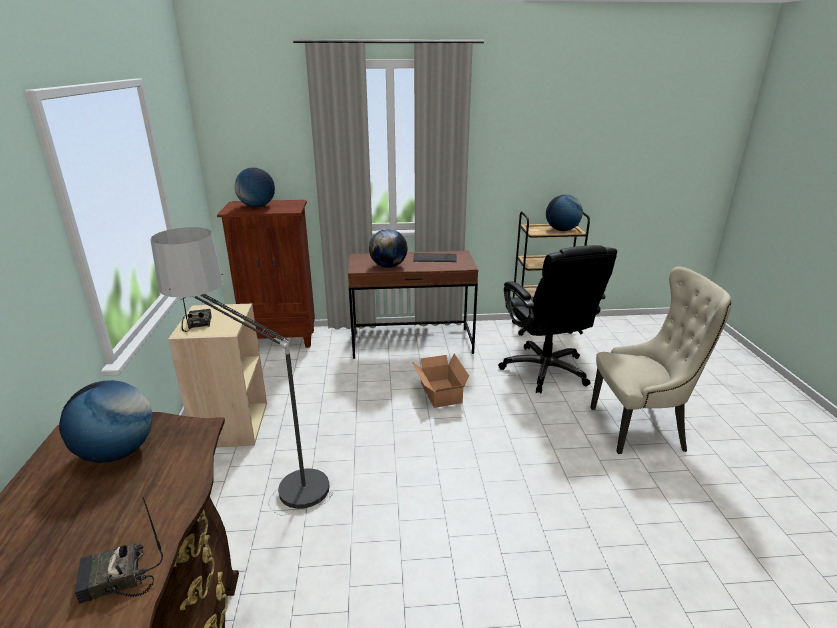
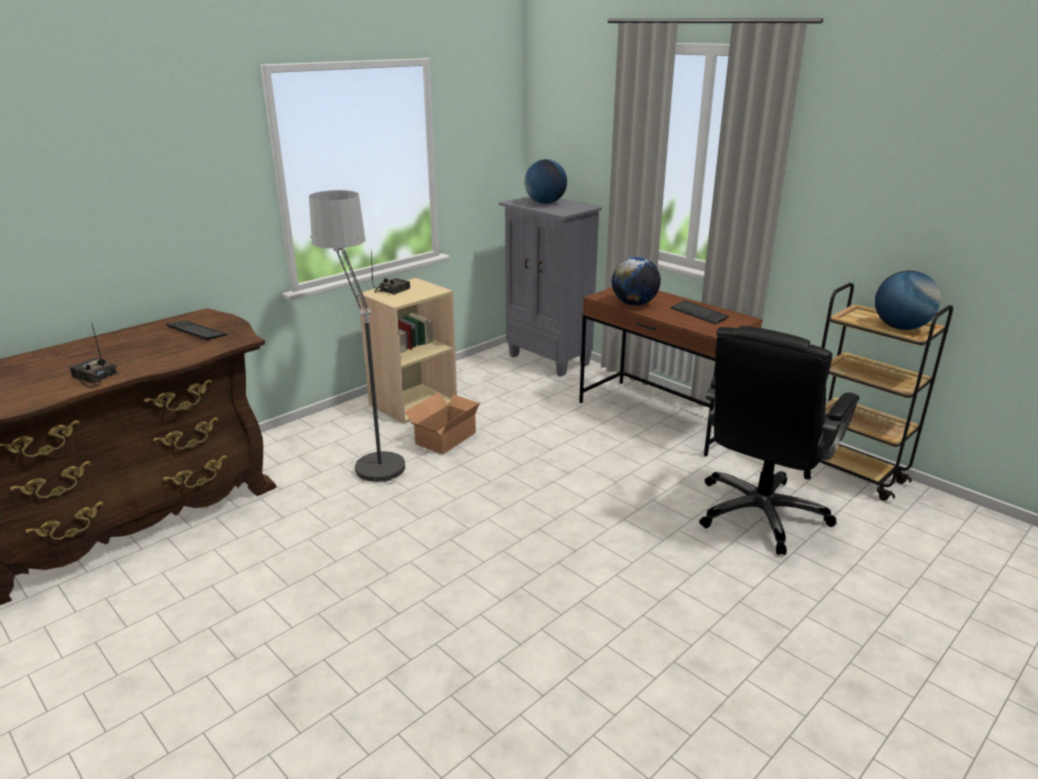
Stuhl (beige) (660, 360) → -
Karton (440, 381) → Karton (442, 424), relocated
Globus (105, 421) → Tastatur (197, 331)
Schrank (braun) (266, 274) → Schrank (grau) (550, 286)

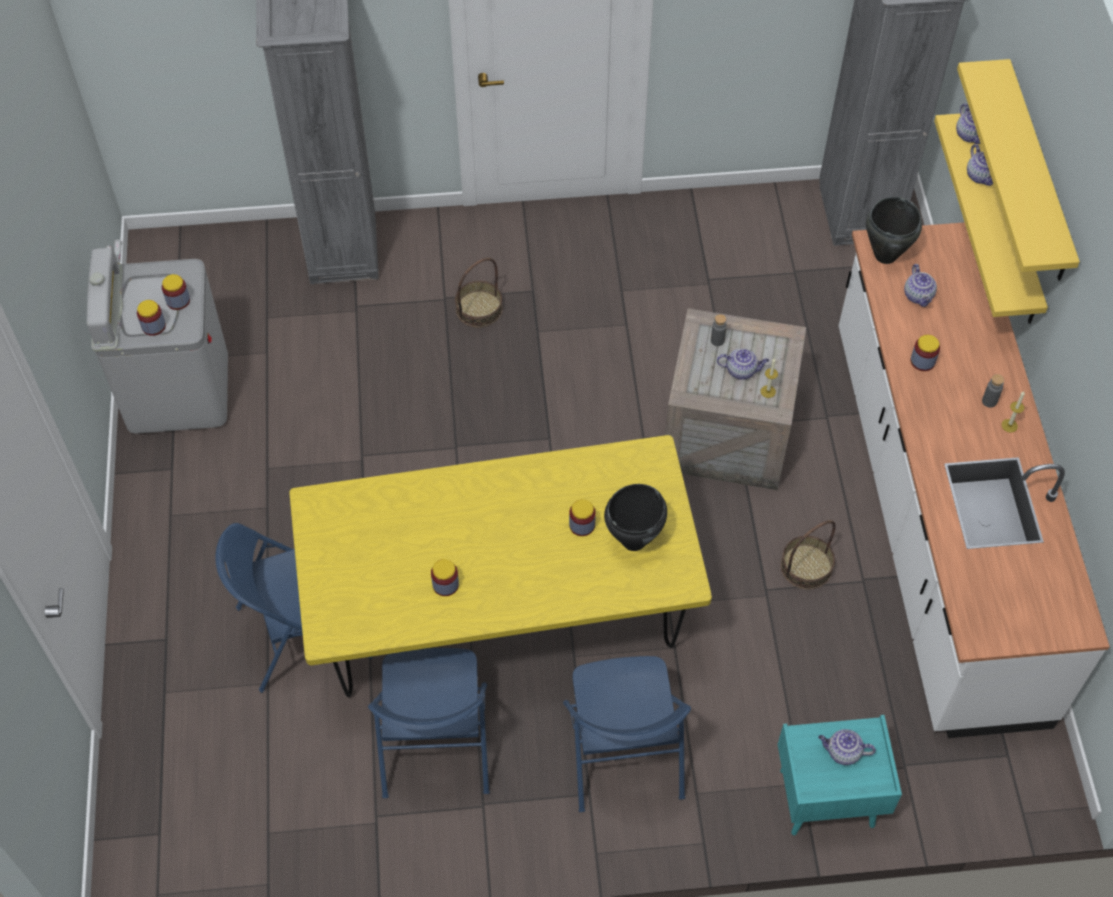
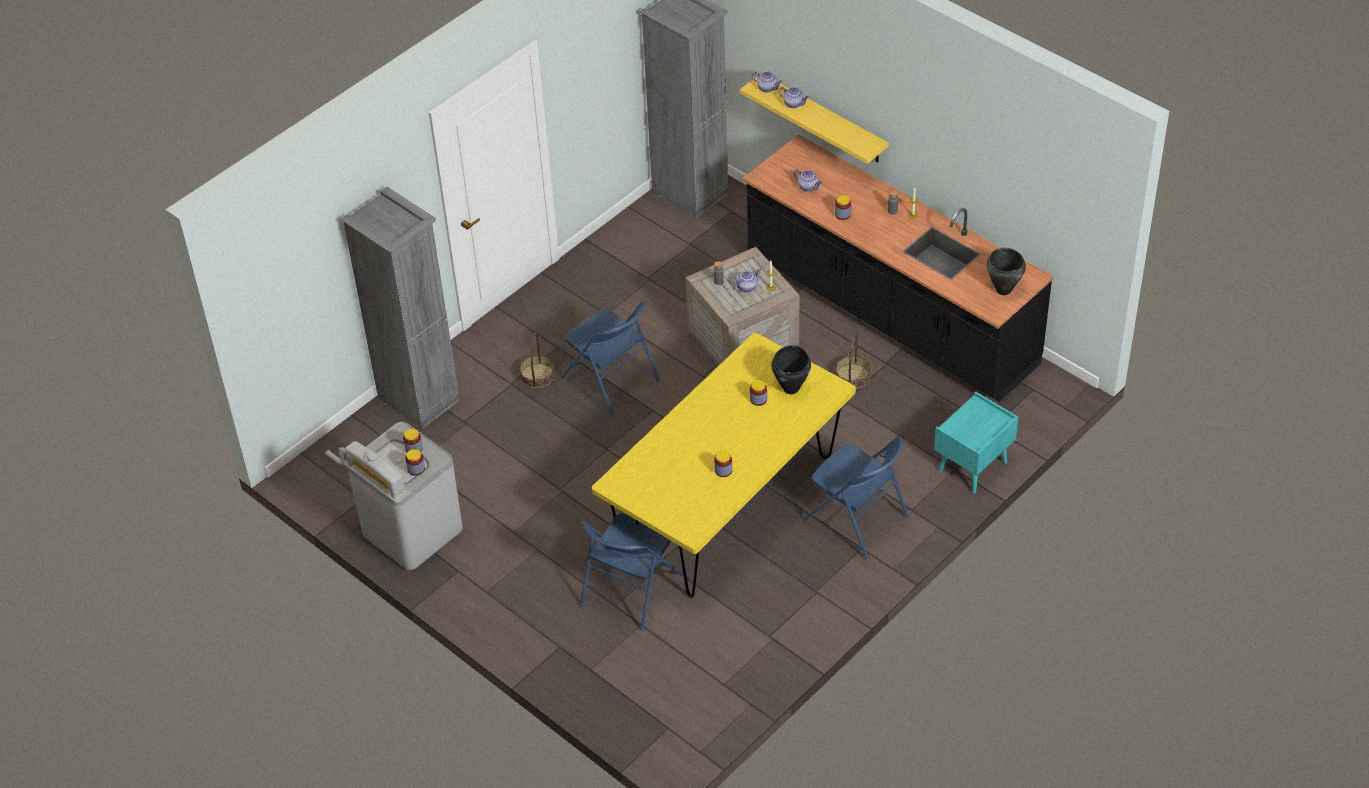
Teekanne (847, 747) → -
Wandregal (gelb) (1018, 170) → -
Stuhl (blau) (429, 723) → Stuhl (blau) (610, 358), relocated
Kochtopf (schwarz) (894, 230) → Kochtopf (schwarz) (1006, 271), relocated
Küchenzeile (weiß) (974, 480) → Küchenzeile (schwarz) (897, 268)

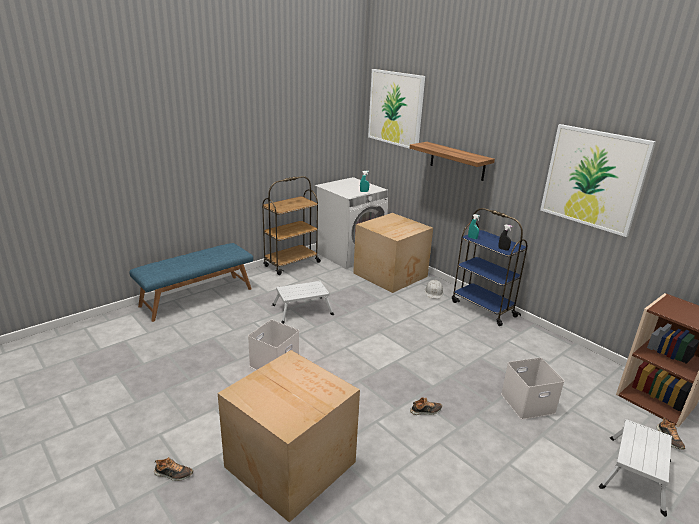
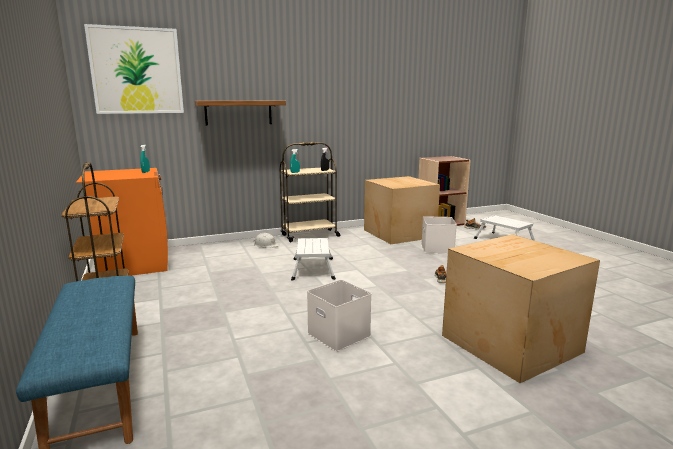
Schuh (173, 469) → -
Bild (598, 180) → -
Trittleiter (weiß) (303, 302) → Trittleiter (weiß) (313, 259), relocated
Karton (393, 253) → Karton (402, 210), relocated
Waschmaschine (weiß) (351, 223) → Waschmaschine (orange) (122, 222)
Rollwagen (blau) (489, 267) → Rollwagen (beige) (310, 192)

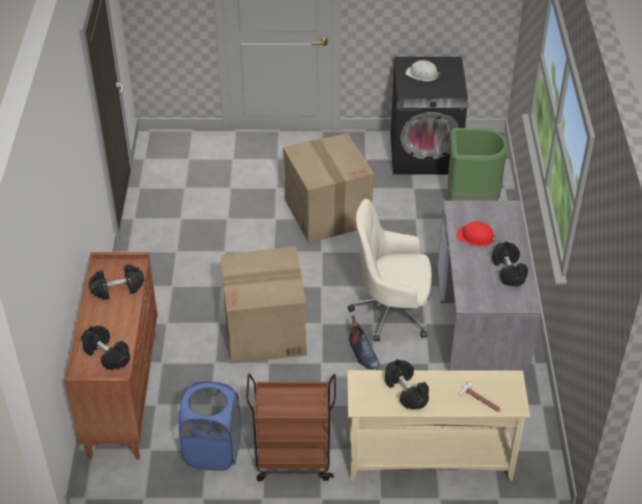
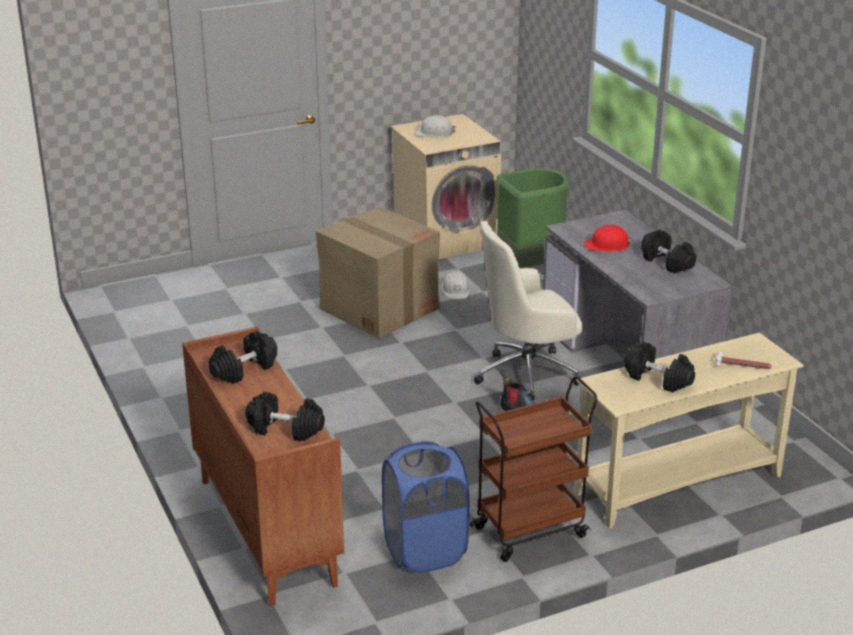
Karton (263, 304) → -
- → Schutzhelm (weiß) (455, 285)
Waschmaschine (schwarz) (429, 116) → Waschmaschine (beige) (445, 186)

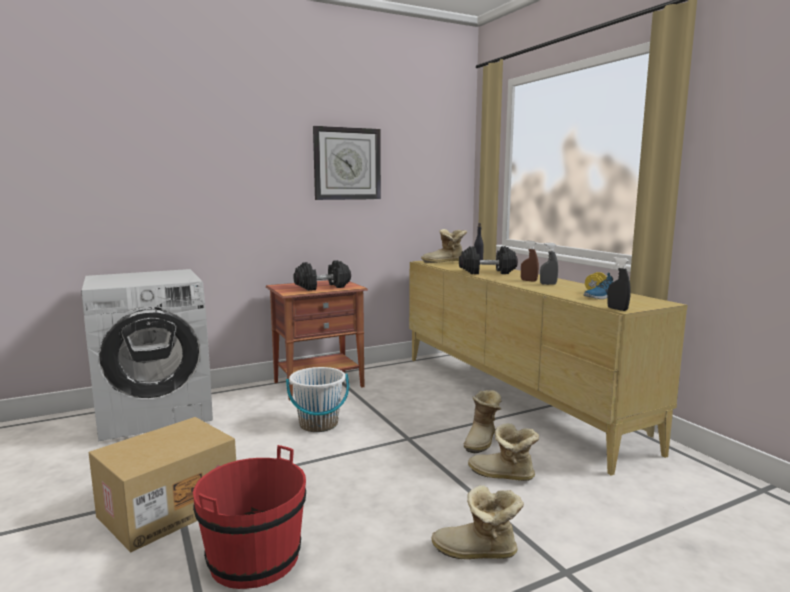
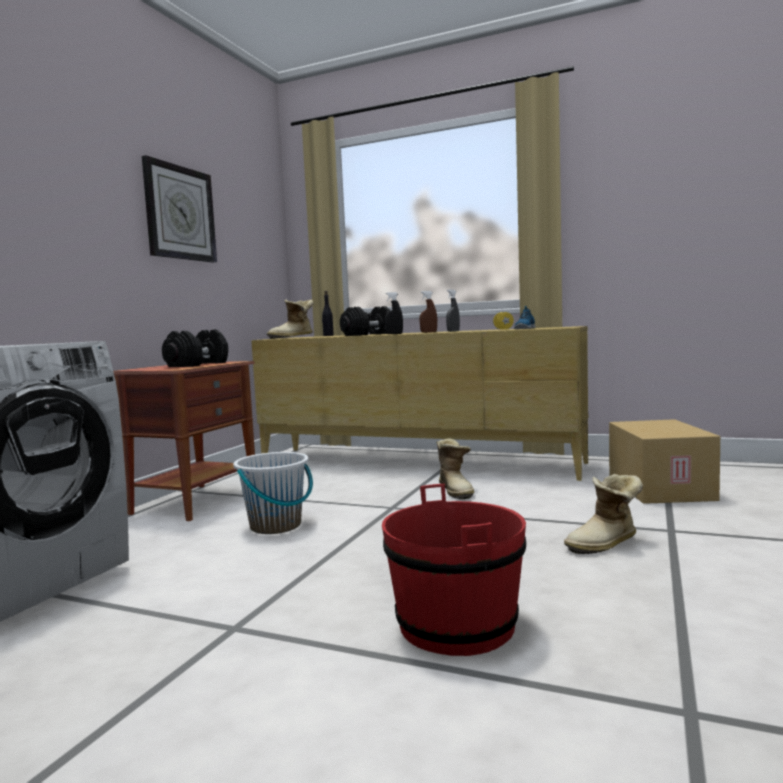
Stiefel (503, 452) → -
Karton (162, 484) → Karton (664, 461), relocated
Sprühflasche (schwarz) (619, 284) → Sprühflasche (schwarz) (394, 313), relocated

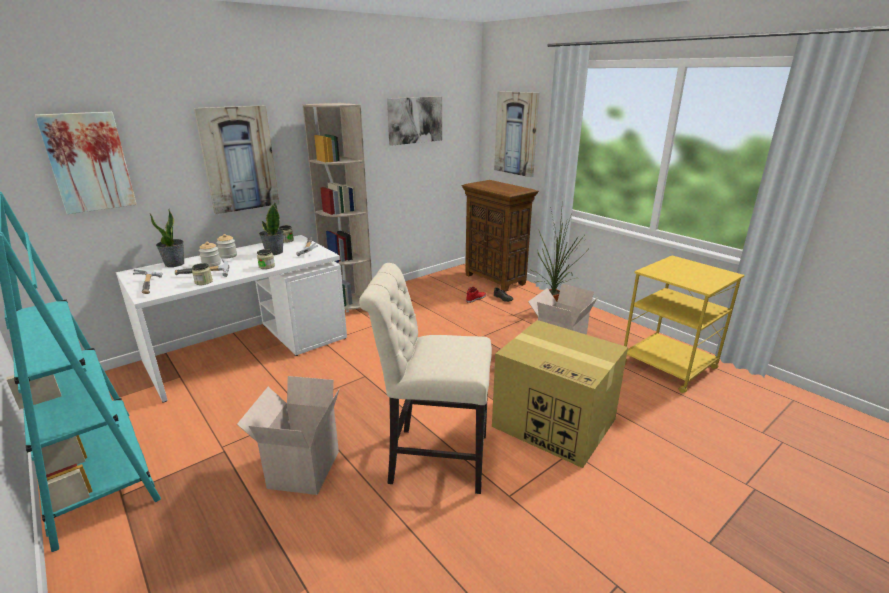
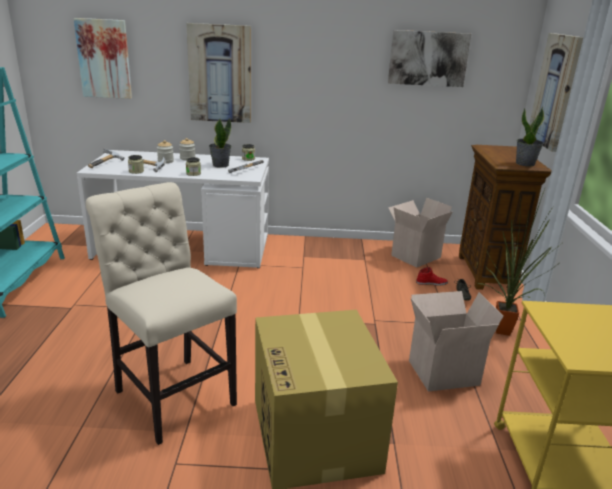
Bücherregal (beige) (337, 207) → -
Topfpflanze (167, 238) → Topfpflanze (530, 137), relocated
Karton (288, 435) → Karton (420, 233), relocated

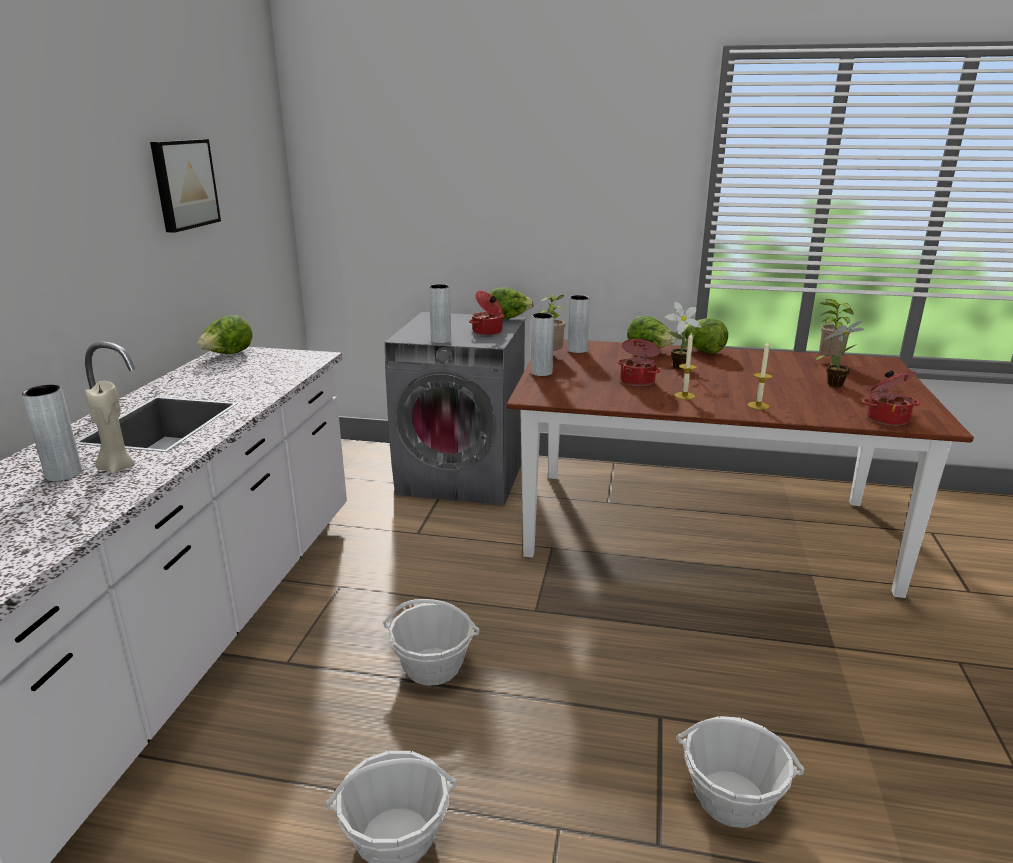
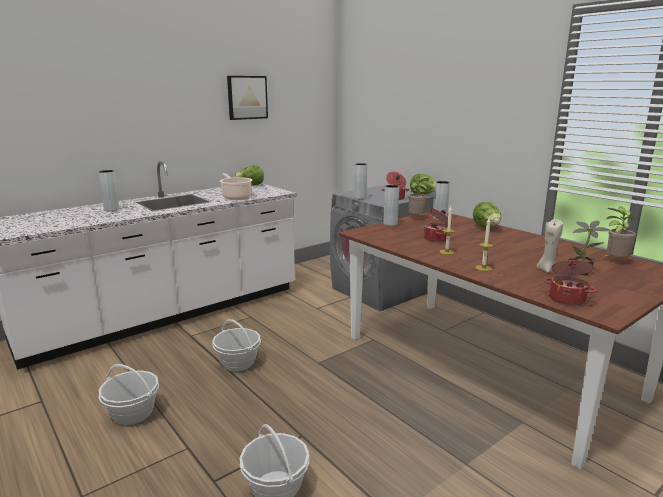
Topfpflanze (682, 335) → -
Salatkopf (706, 335) → -
- → Kochtopf (236, 186)
Kerze (beige) (110, 427) → Kerze (beige) (550, 246), relocated

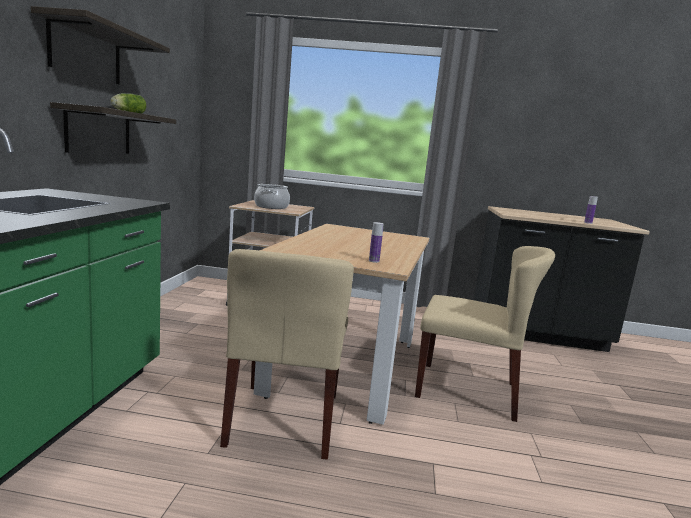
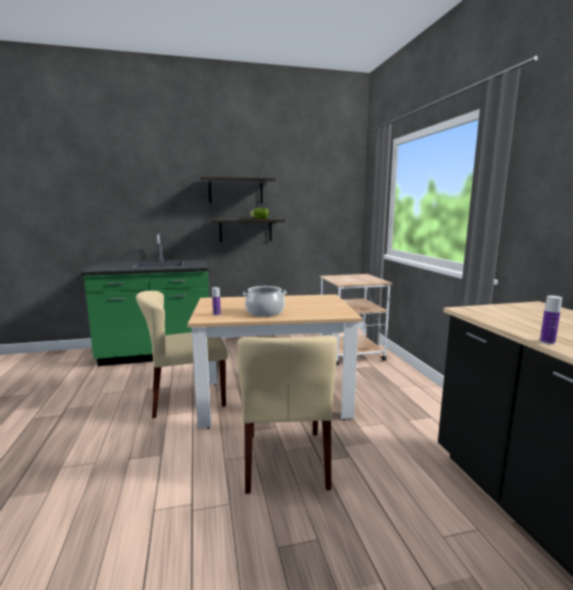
Kochtopf (272, 196) → Kochtopf (265, 301), relocated

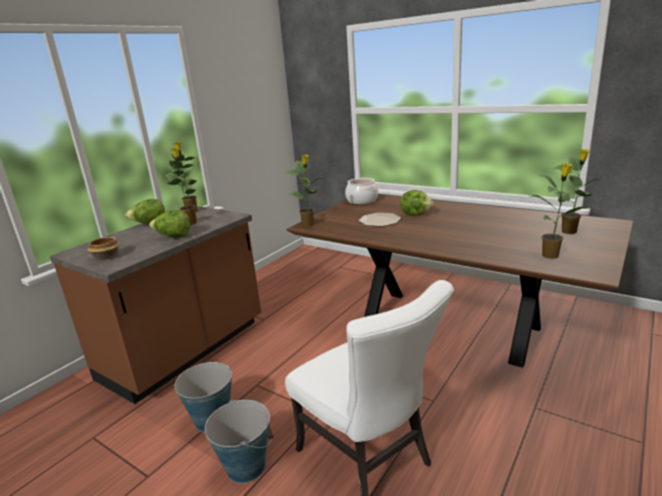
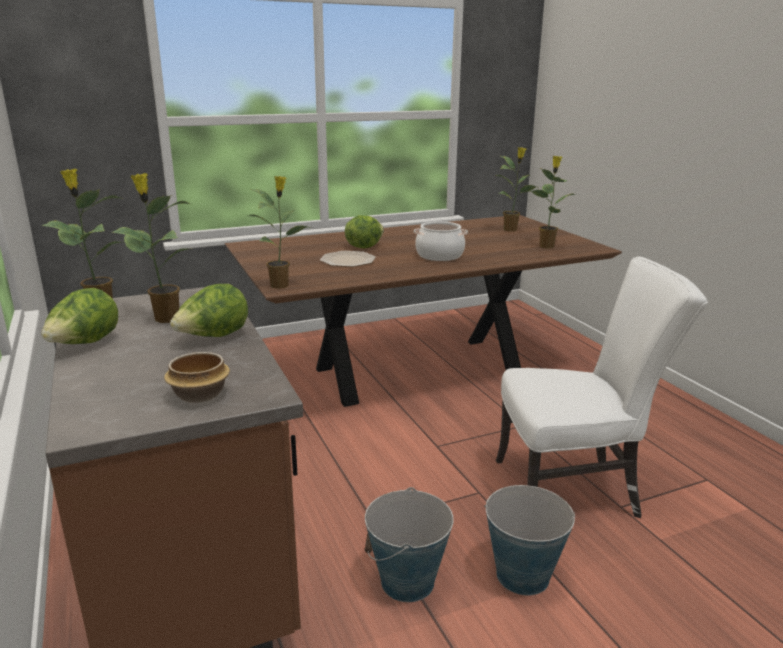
Kochtopf (361, 191) → Kochtopf (441, 241), relocated

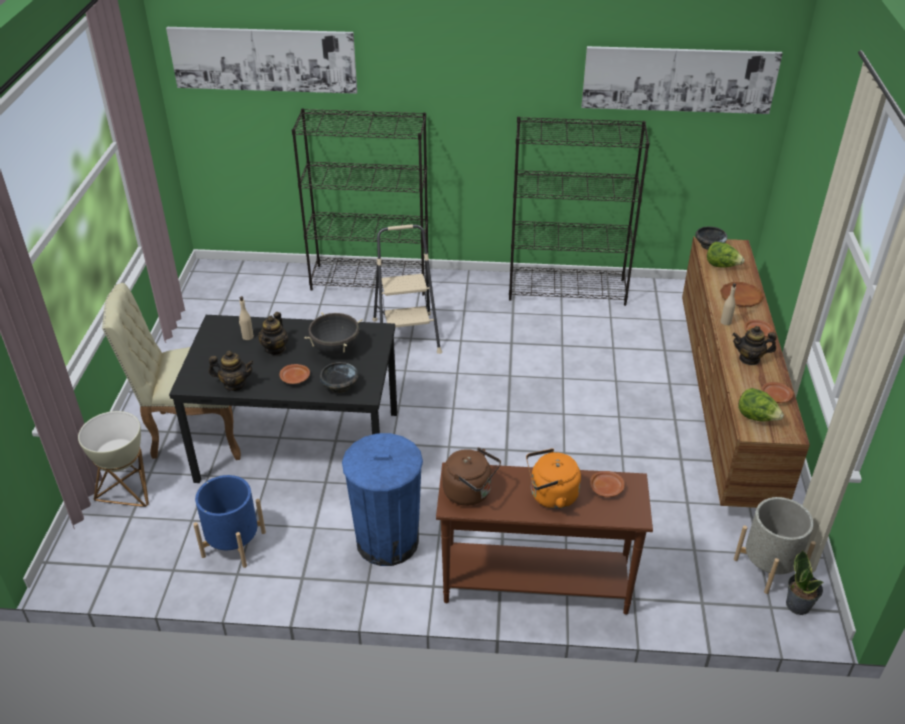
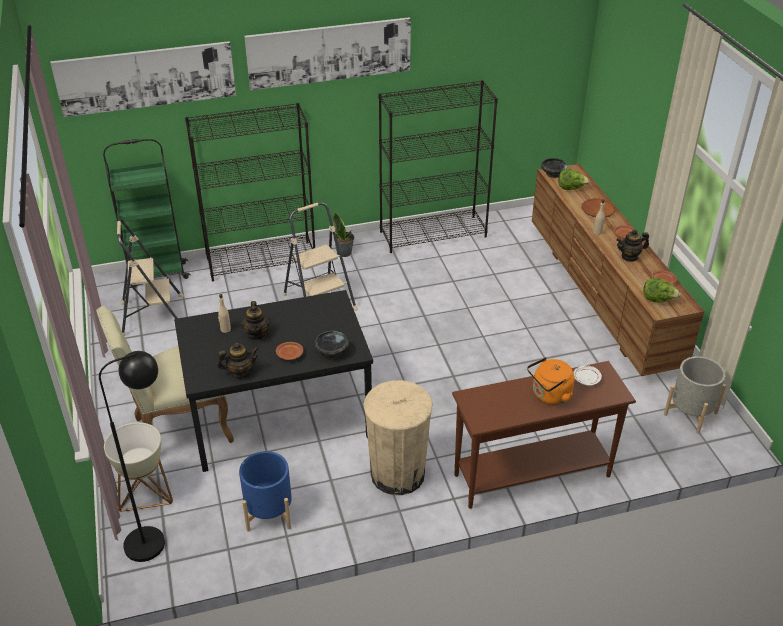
Kochtopf (schwarz) (333, 333) → -
Wasserkessel (braun) (471, 477) → -
- → Stehlampe (schwarz) (132, 456)
- → Rollwagen (grün) (147, 209)
- → Trittleiter (beige) (150, 277)
Bild (682, 80) → Bild (327, 53), relocated
Topfpflanze (804, 582) → Topfpflanze (343, 235), relocated
Mülleimer (blau) (382, 499) → Mülleimer (beige) (398, 437)
Teller (braun) (607, 484) → Teller (weiß) (588, 375)

